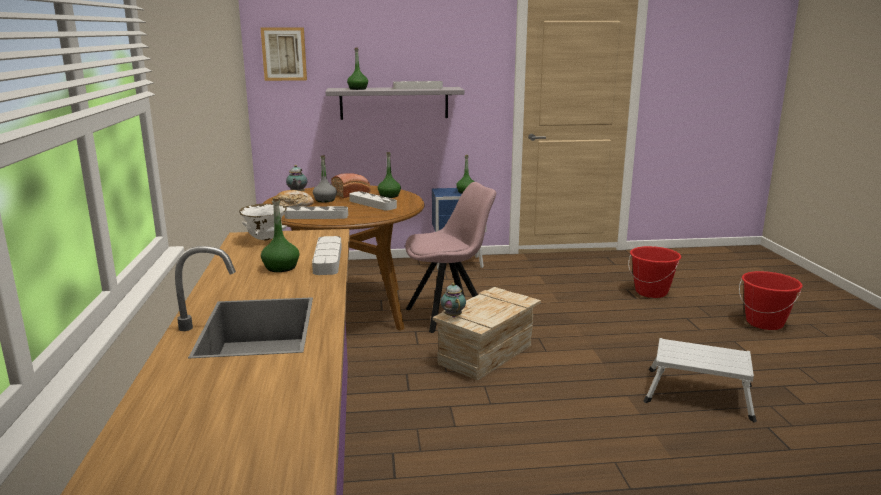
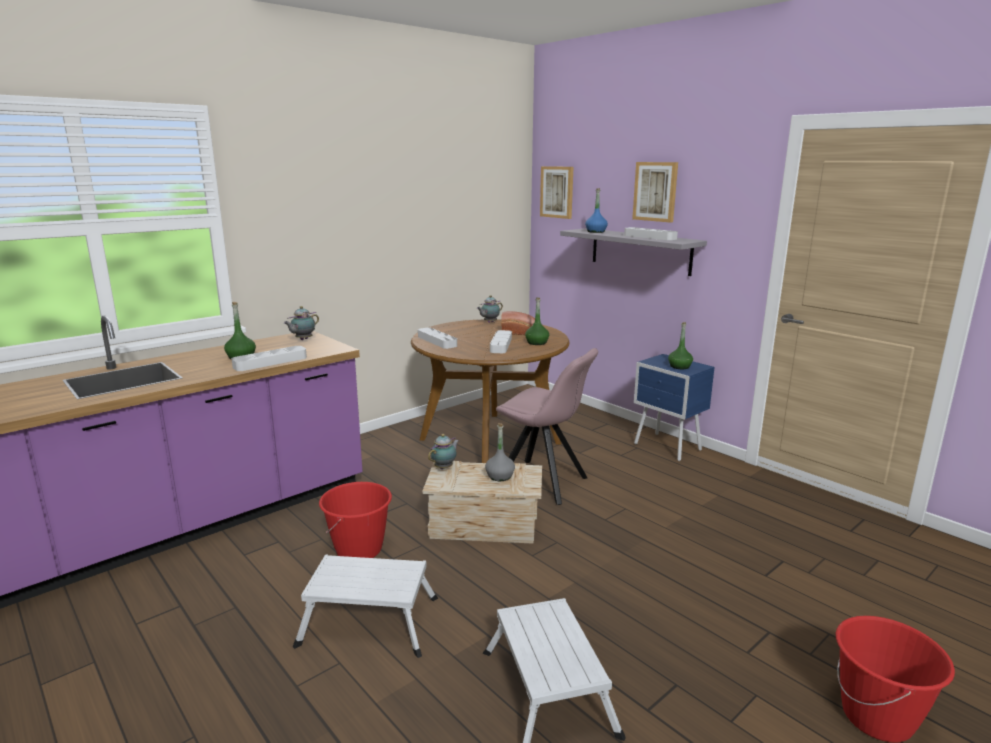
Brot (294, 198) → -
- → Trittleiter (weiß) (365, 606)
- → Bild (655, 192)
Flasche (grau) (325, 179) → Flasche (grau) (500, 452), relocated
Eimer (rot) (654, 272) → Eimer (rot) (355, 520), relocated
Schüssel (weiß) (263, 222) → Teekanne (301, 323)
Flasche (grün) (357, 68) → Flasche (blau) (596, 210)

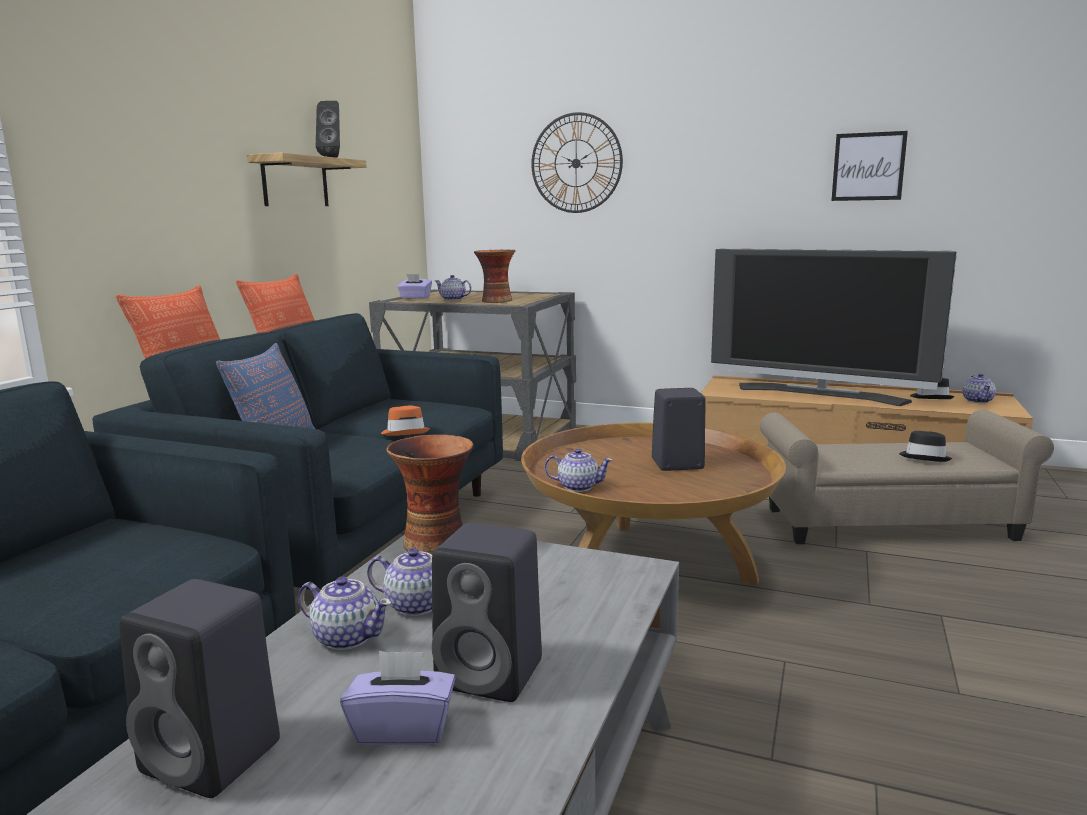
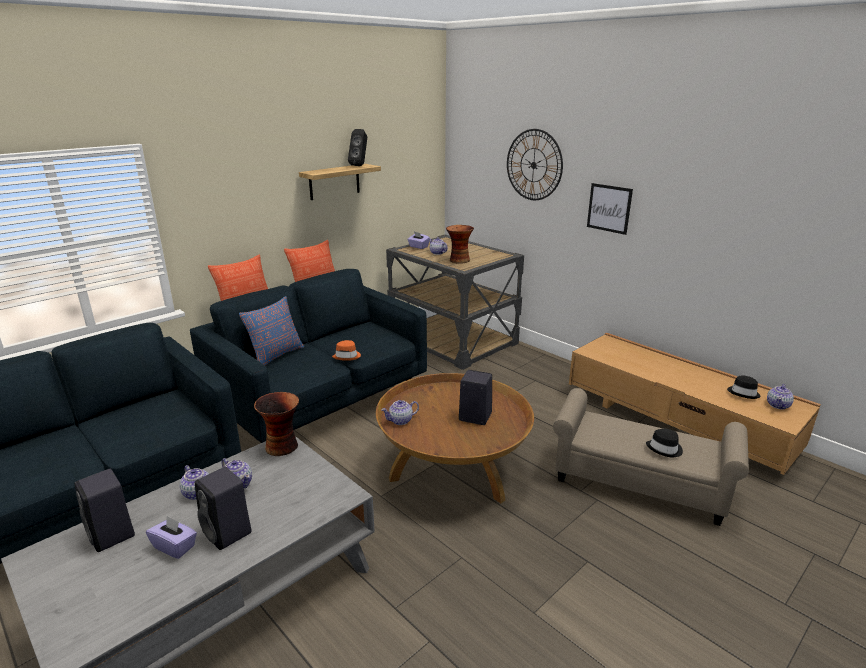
Fernseher (834, 327) → -
Bild (870, 166) → Bild (610, 209), relocated
Teekanne (579, 470) → Teekanne (400, 412), 120 degrees clockwise

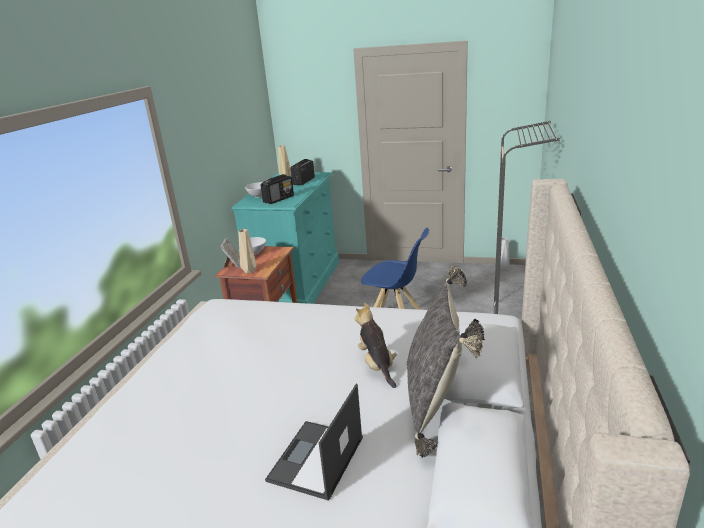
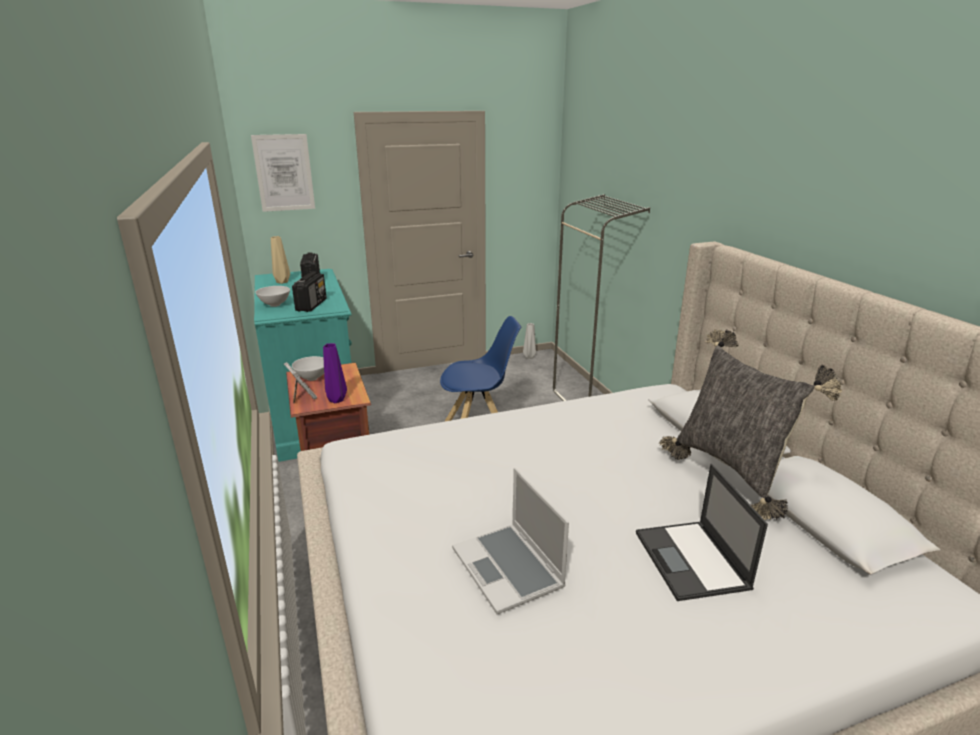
Plüschtier (375, 345) → -
- → Bild (283, 173)
- → Laptop (510, 541)
Vase (beige) (247, 251) → Vase (lila) (335, 373)

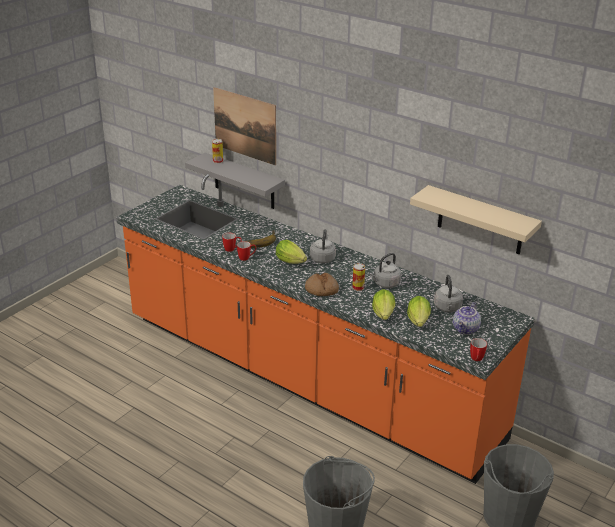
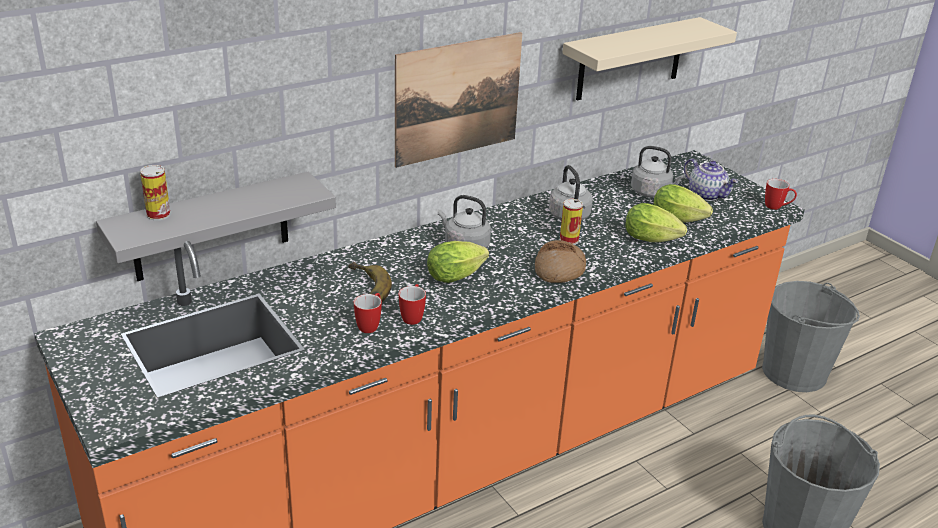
Bild (244, 126) → Bild (458, 100), relocated

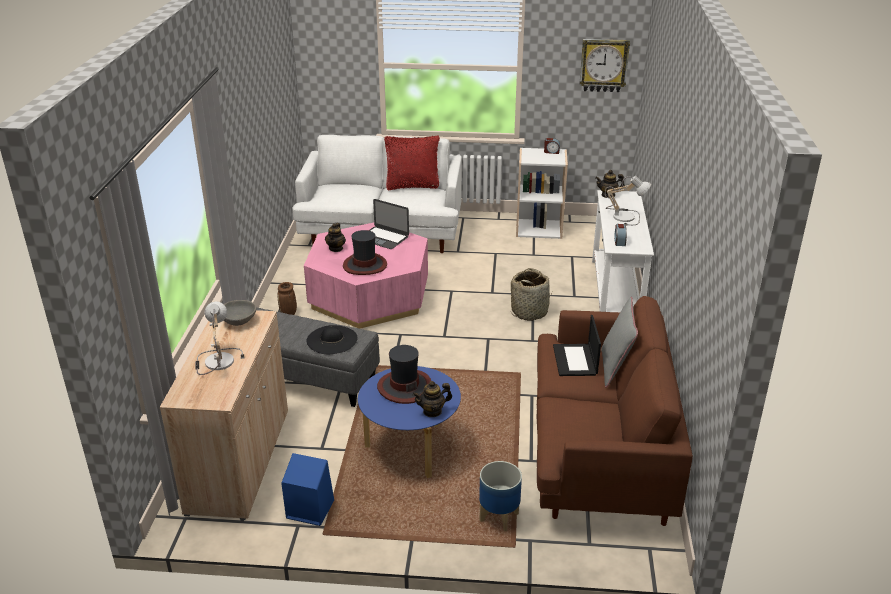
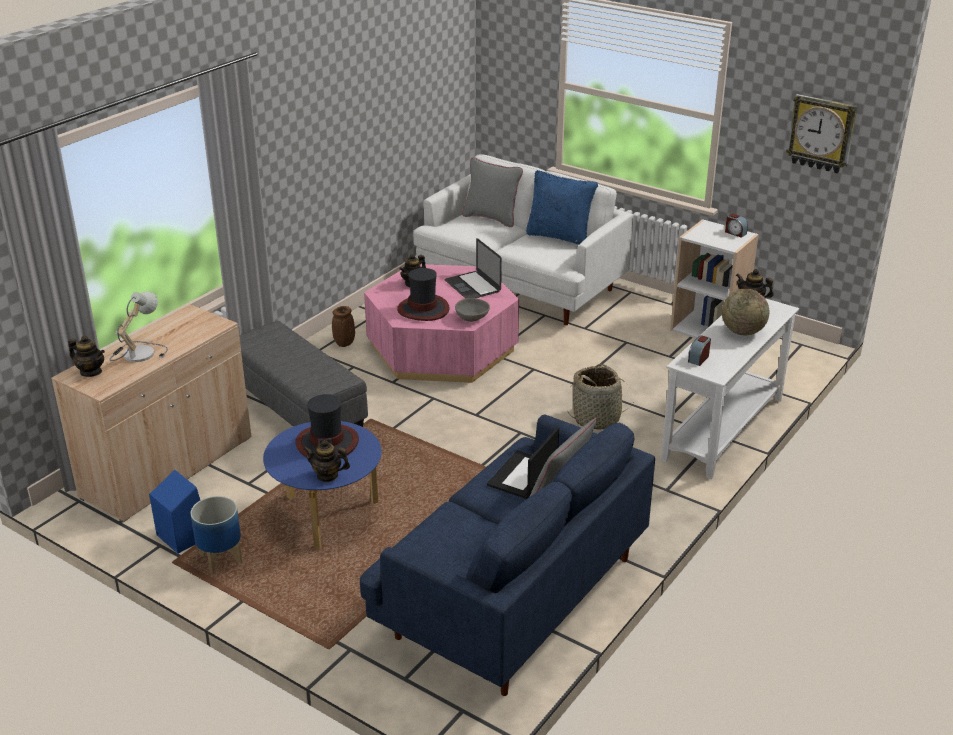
Hut (schwarz) (331, 339) → -
- → Teekanne (86, 356)
- → Kissen (grau) (492, 192)
Schüssel (grau) (240, 313) → Schüssel (grau) (472, 310), relocated
Pflanzkübel (500, 496) → Pflanzkübel (216, 534), relocated
Tischlampe (628, 201) → Globus (745, 312)
Kissen (rot) (412, 163) → Kissen (blau) (562, 207)
Sofa (braun) (615, 411) → Sofa (blau) (507, 555)

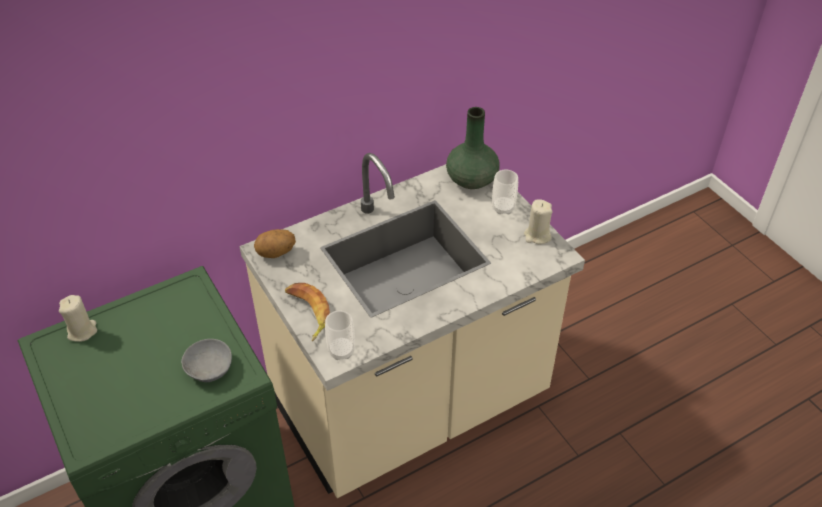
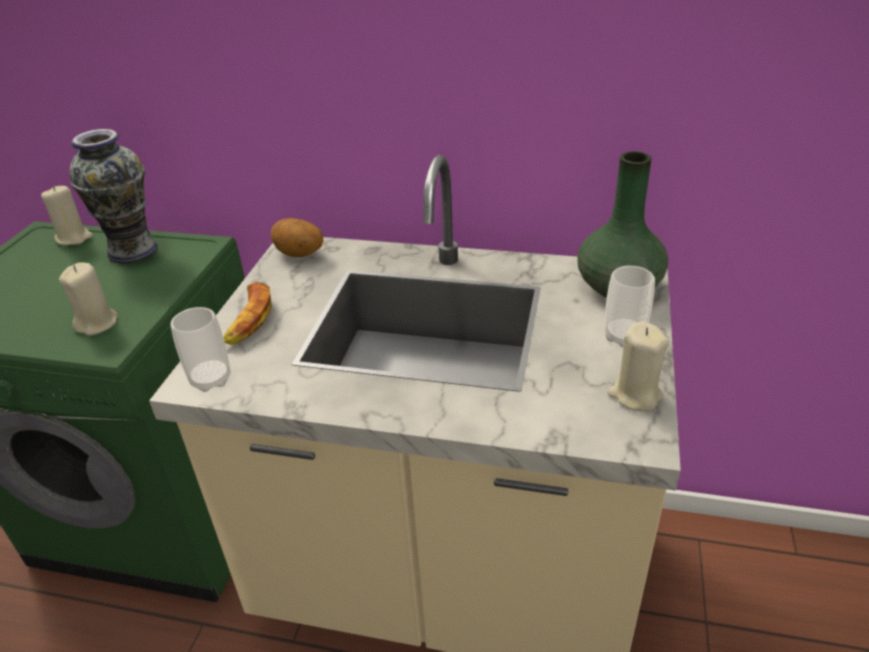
- → Vase (114, 196)
Schüssel (grau) (206, 360) → Kerze (beige) (88, 299)

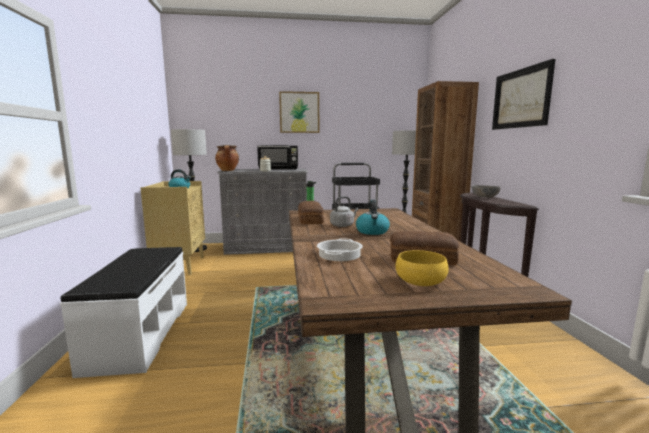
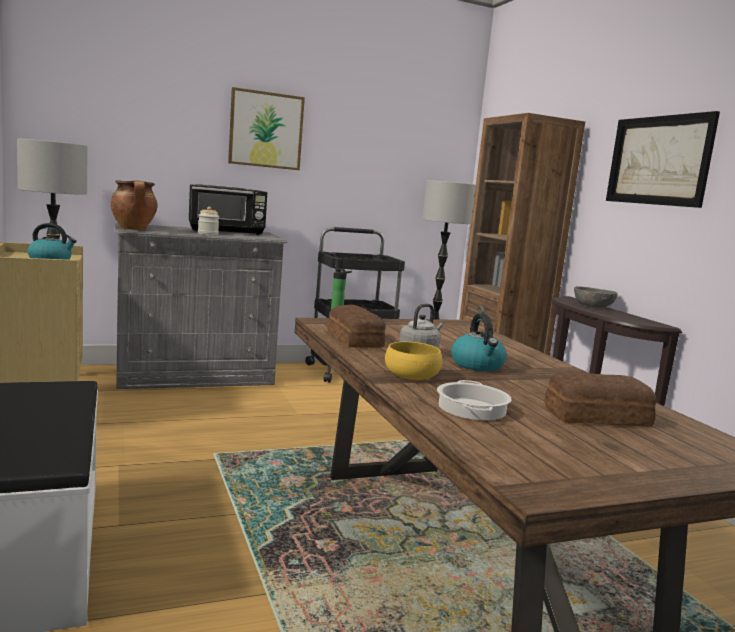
Schüssel (gelb) (422, 268) → Schüssel (gelb) (413, 361), relocated

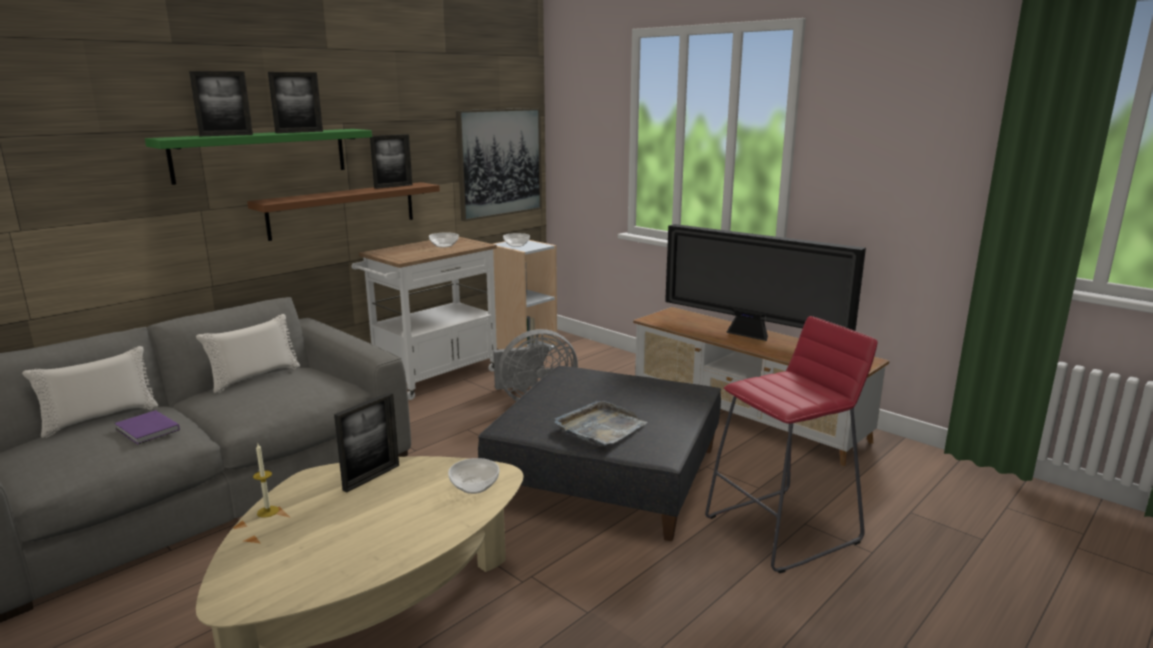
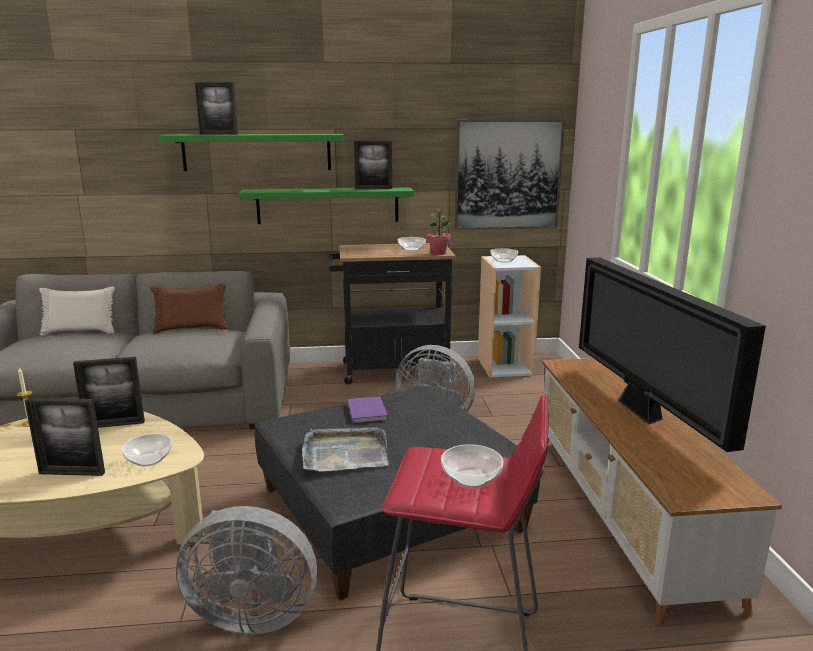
- → Ventilator (grau) (246, 570)
- → Topfpflanze (439, 232)
- → Schüssel (472, 466)
Buch (lila) (147, 427) → Buch (lila) (367, 410), relocated
Bilderrahmen (295, 102) → Bilderrahmen (64, 437), relocated
Kissen (weiß) (248, 353) → Kissen (braun) (189, 308)
Wandregal (braun) (343, 211) → Wandregal (grün) (326, 205)
Rollwagen (weiß) (424, 318) → Rollwagen (schwarz) (392, 314)

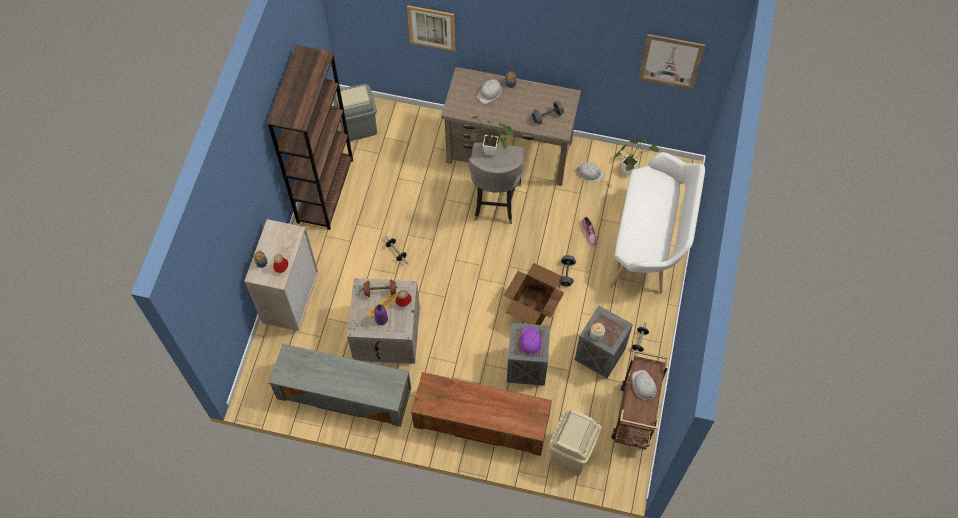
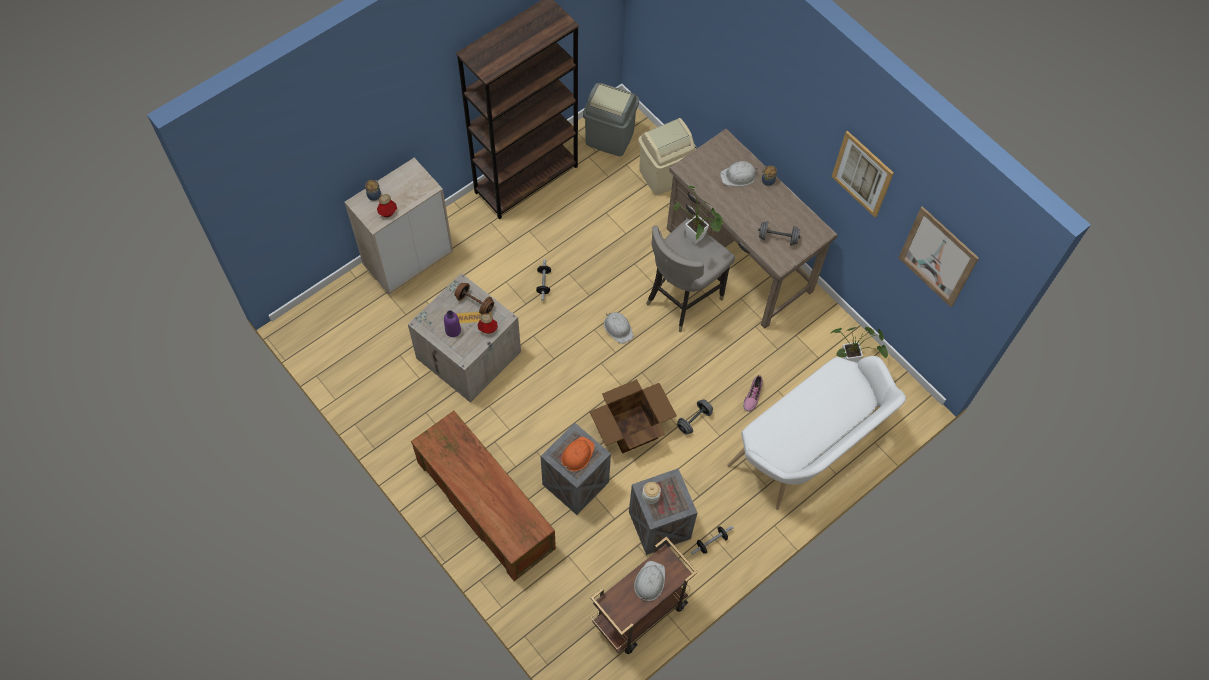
Bank (grau) (340, 385) → -
Bild (431, 28) → Bild (863, 174), relocated
Mülleimer (beige) (575, 442) → Mülleimer (beige) (667, 156), relocated
Schutzhelm (weiß) (590, 172) → Schutzhelm (weiß) (618, 328), relocated
Schutzhelm (lila) (531, 342) → Schutzhelm (orange) (578, 454)

